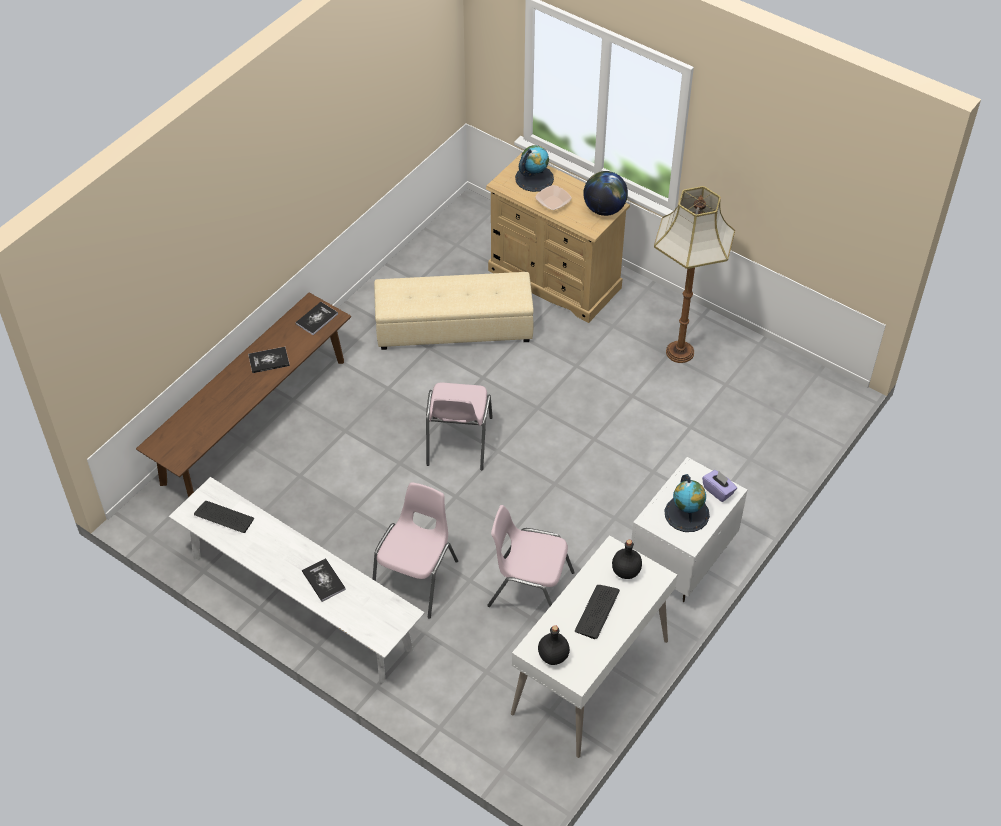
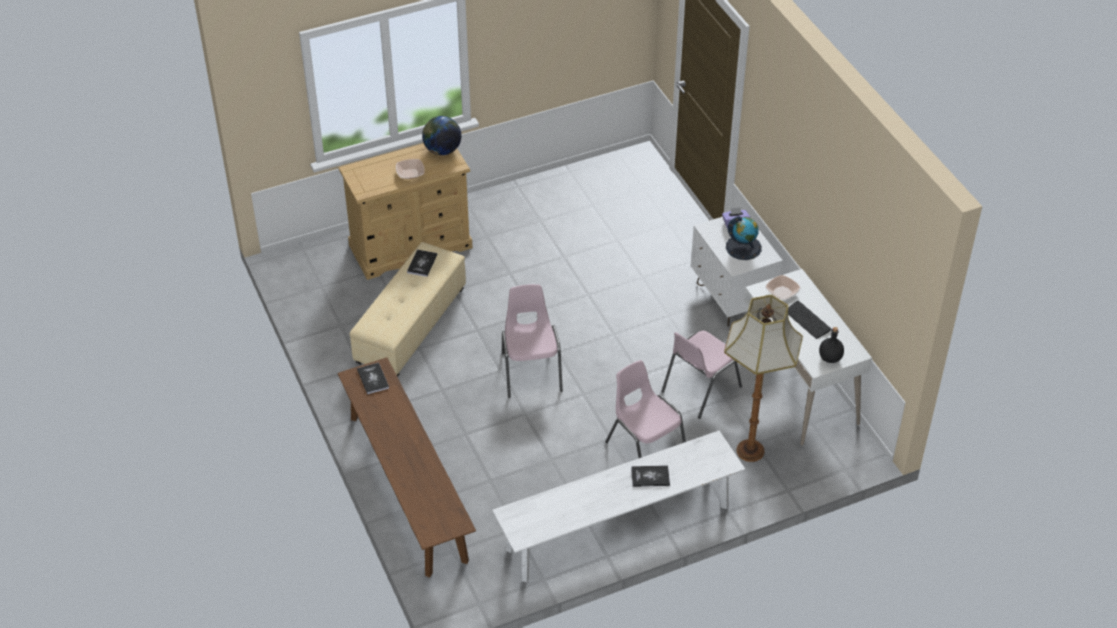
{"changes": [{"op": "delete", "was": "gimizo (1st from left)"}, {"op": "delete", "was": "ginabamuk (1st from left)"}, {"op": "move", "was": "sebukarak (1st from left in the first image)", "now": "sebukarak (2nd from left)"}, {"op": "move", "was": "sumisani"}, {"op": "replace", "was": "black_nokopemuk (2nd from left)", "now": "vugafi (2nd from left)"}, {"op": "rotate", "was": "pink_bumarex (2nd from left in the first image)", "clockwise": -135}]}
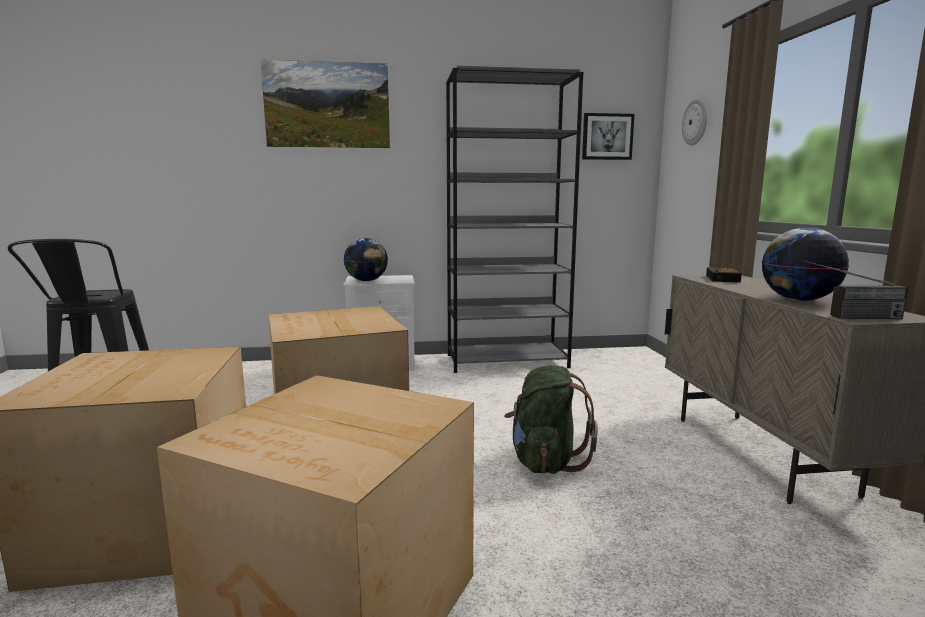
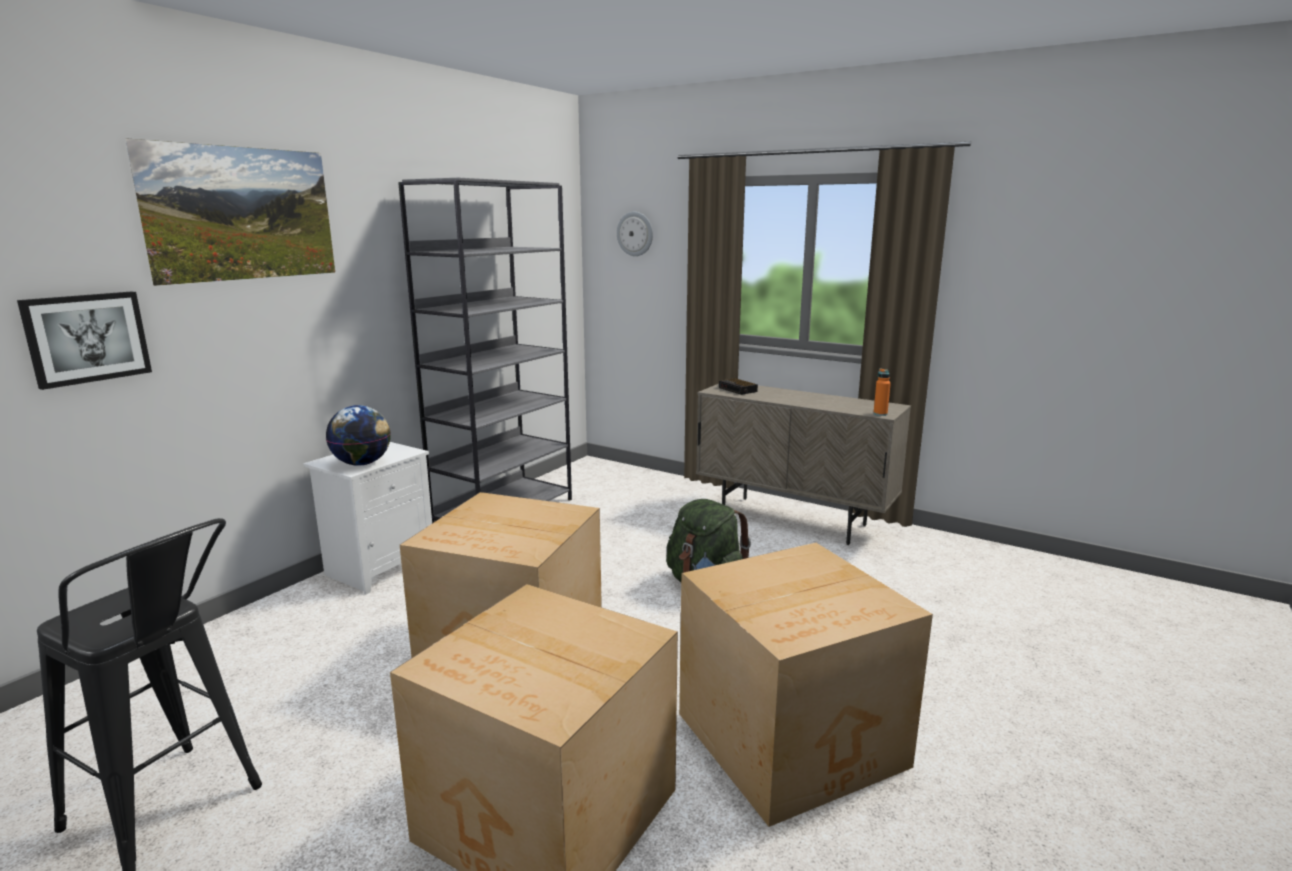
{"changes": [{"op": "delete", "was": "ginabamuk (2nd from left)"}, {"op": "move", "was": "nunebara (2nd from left in the first image)", "now": "nunebara (1st from left)"}, {"op": "replace", "was": "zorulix", "now": "orange_nokopemuk"}]}
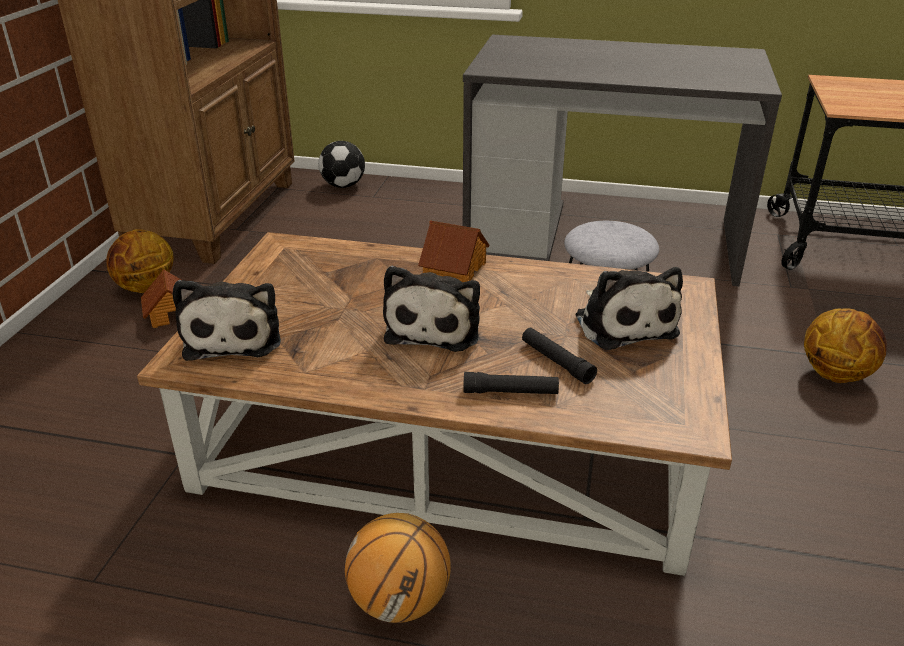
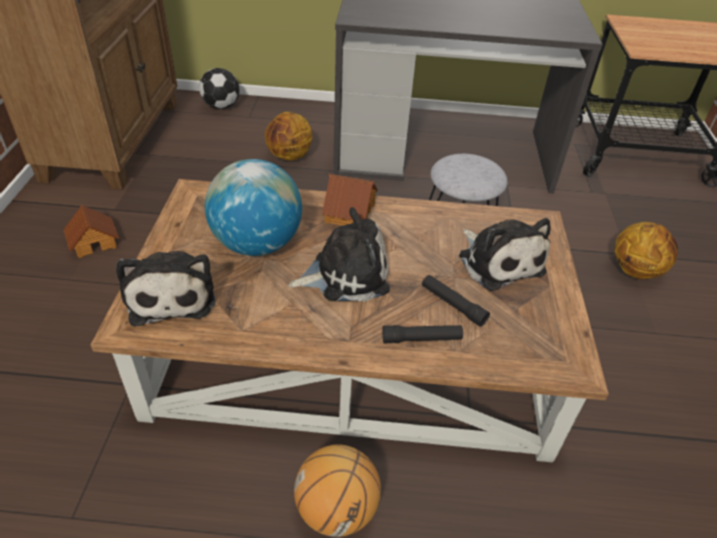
{"changes": [{"op": "insert", "now": "ginabamuk"}, {"op": "move", "was": "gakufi (1st from left)"}, {"op": "rotate", "was": "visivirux (2nd from left)", "clockwise": -105}]}
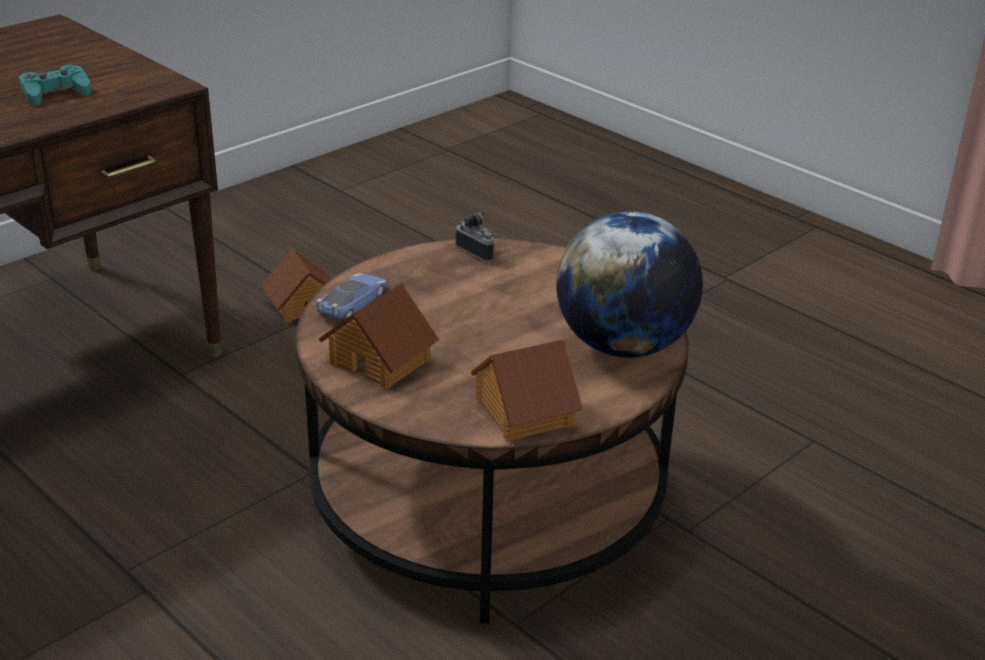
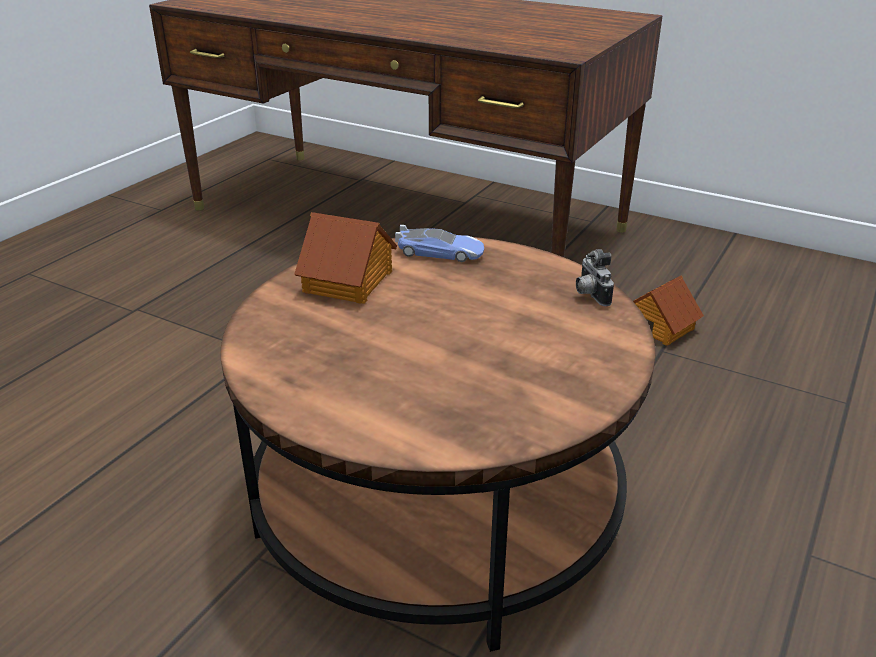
{"changes": [{"op": "delete", "was": "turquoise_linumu"}, {"op": "delete", "was": "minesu (3rd from left)"}, {"op": "delete", "was": "ginabamuk"}, {"op": "rotate", "was": "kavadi", "clockwise": 135}]}
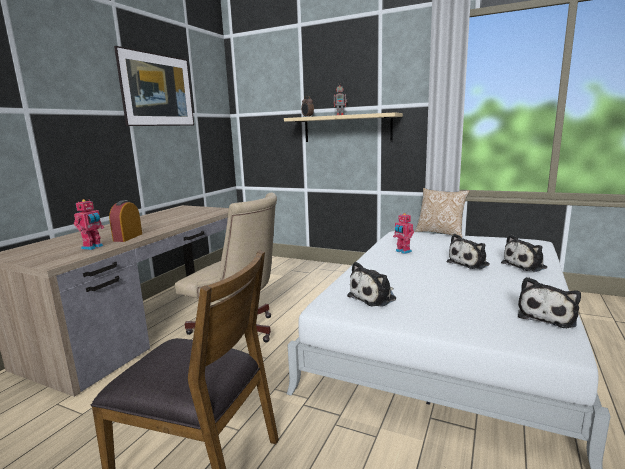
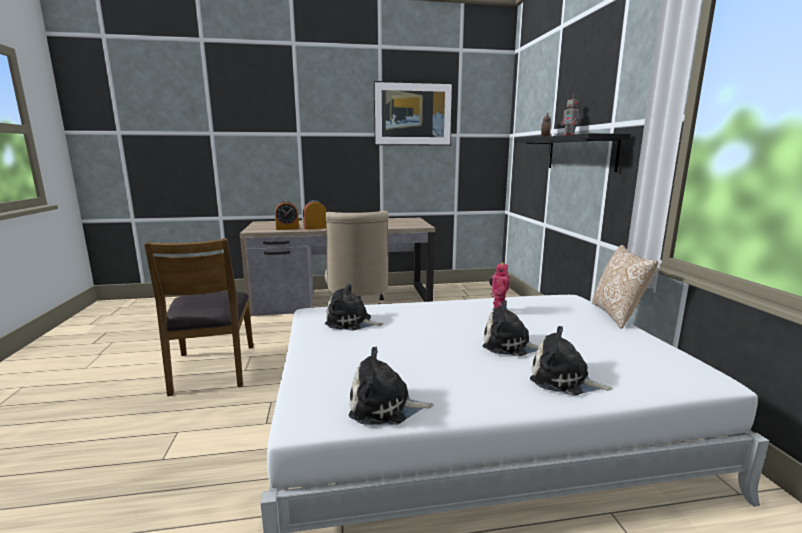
{"changes": [{"op": "replace", "was": "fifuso (1st from left)", "now": "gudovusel (1st from left)"}, {"op": "recolor", "was": "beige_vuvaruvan", "now": "black_vuvaruvan"}]}
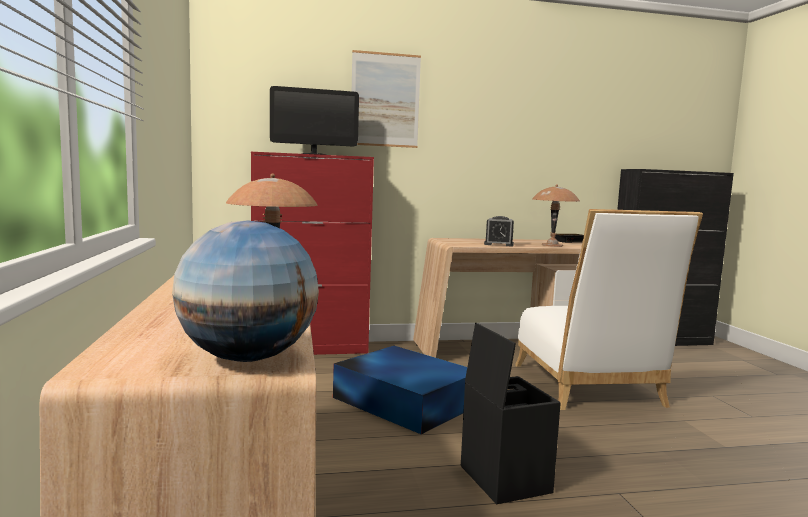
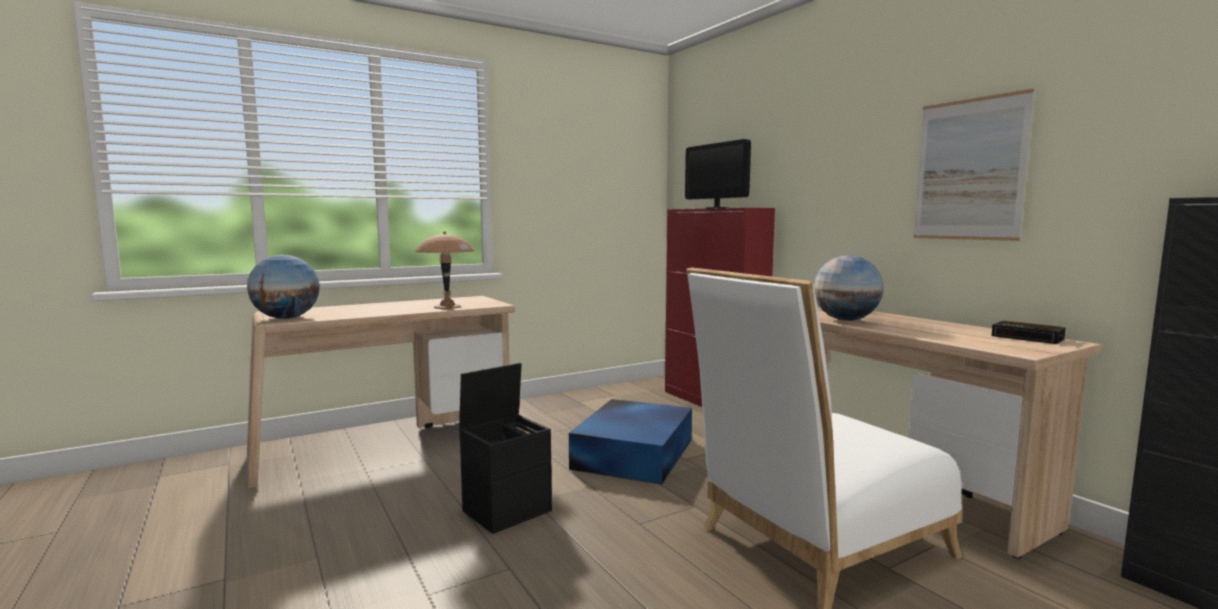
{"changes": [{"op": "delete", "was": "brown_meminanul (2nd from left)"}, {"op": "move", "was": "nunebara"}, {"op": "replace", "was": "gudovusel (1st from left)", "now": "ginabamuk (2nd from left)"}]}
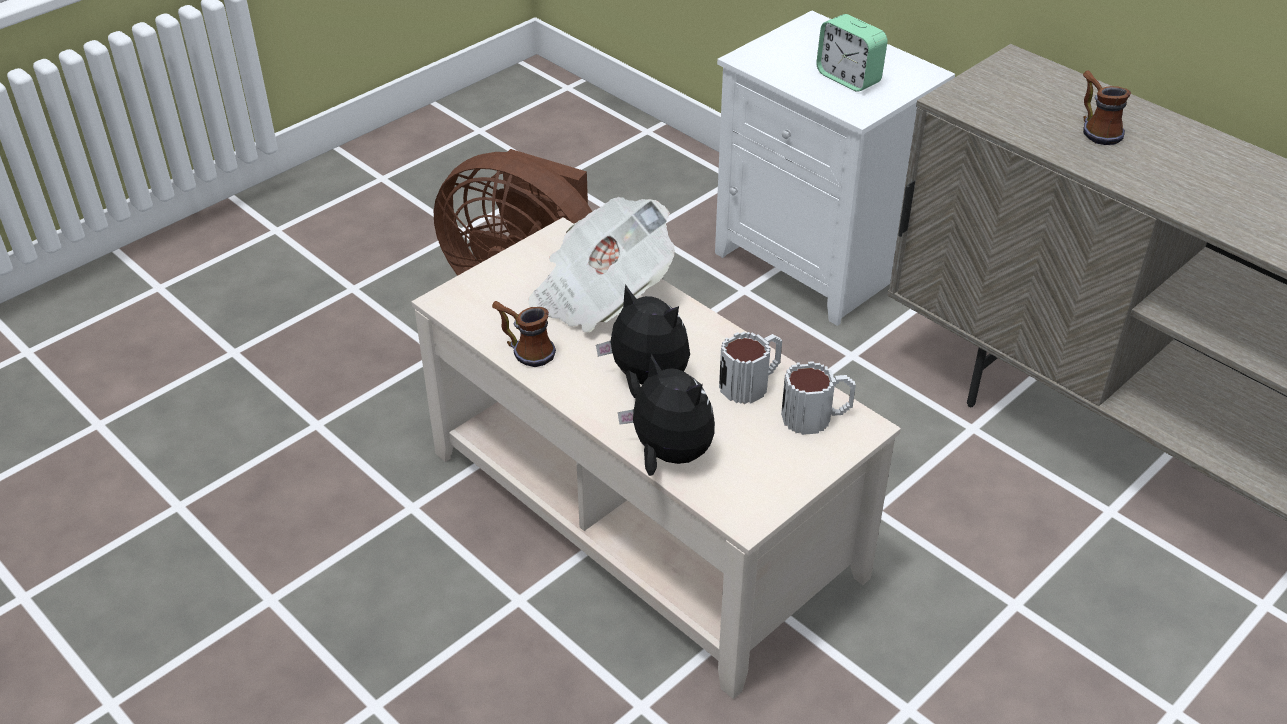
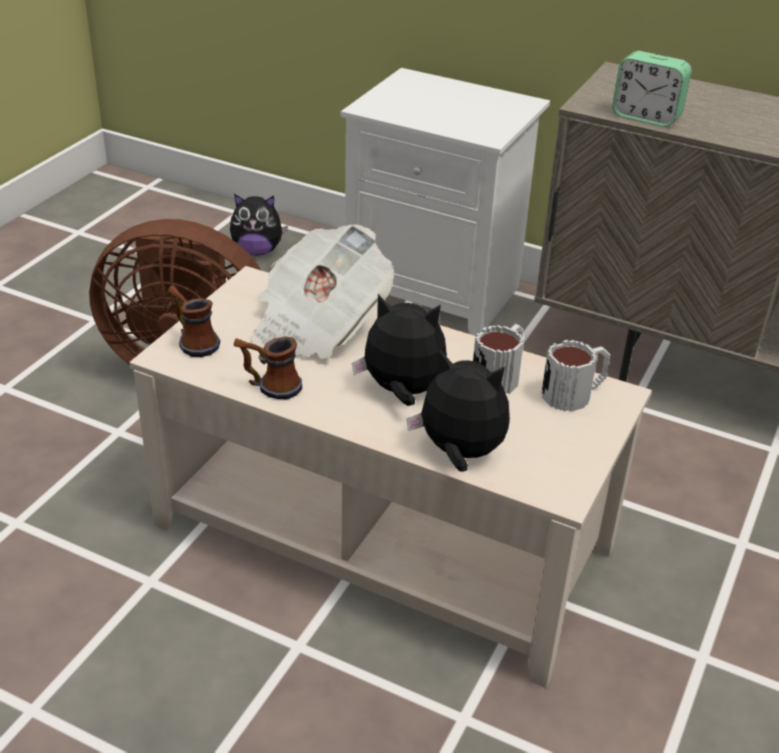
{"changes": [{"op": "insert", "now": "visivirux (1st from left)"}, {"op": "move", "was": "gudovusel"}, {"op": "move", "was": "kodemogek (4th from left in the first image)", "now": "kodemogek (1st from left)"}]}
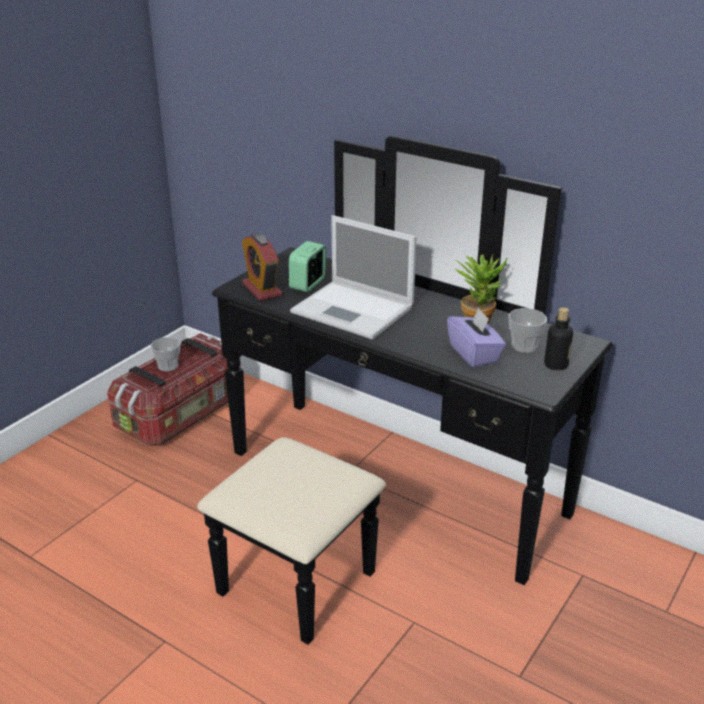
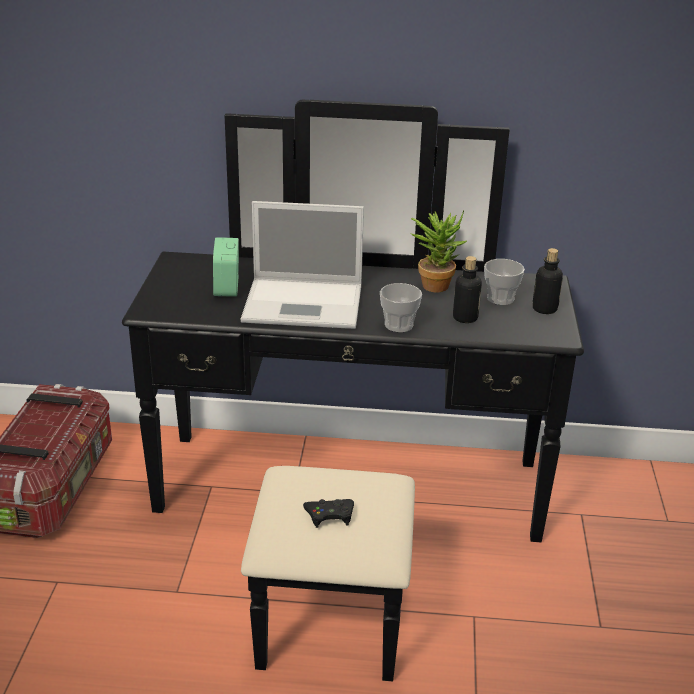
{"changes": [{"op": "delete", "was": "gudovusel (1st from left)"}, {"op": "insert", "now": "black_linumu"}, {"op": "move", "was": "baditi (1st from left)"}, {"op": "replace", "was": "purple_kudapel", "now": "nokopemuk (1st from left)"}]}
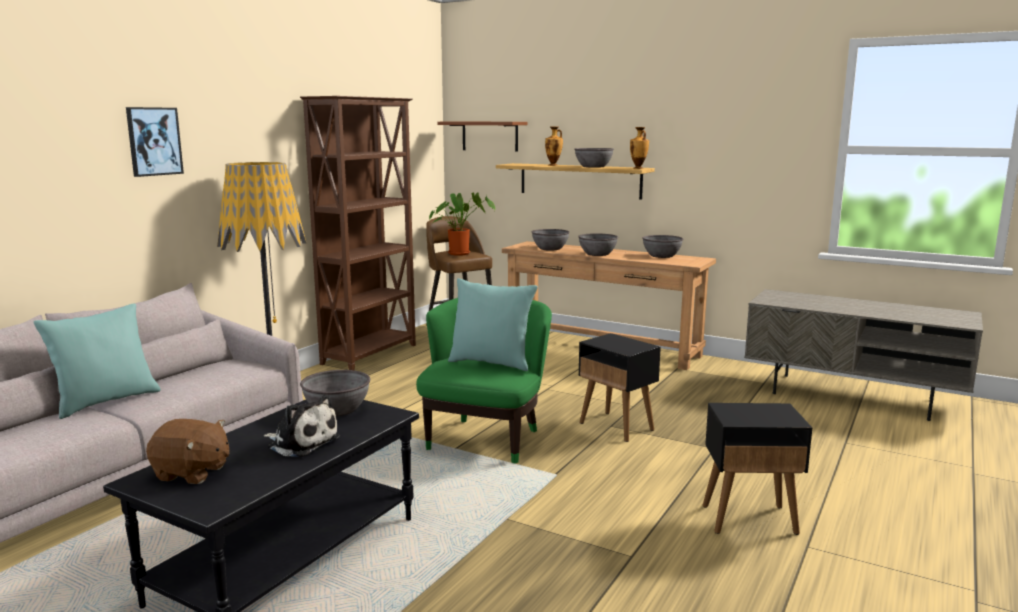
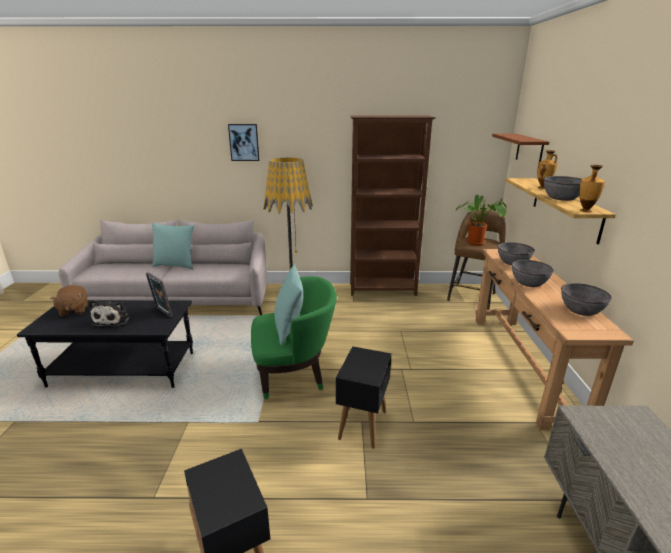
{"changes": [{"op": "replace", "was": "grey_vugafi (1st from left)", "now": "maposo"}]}
